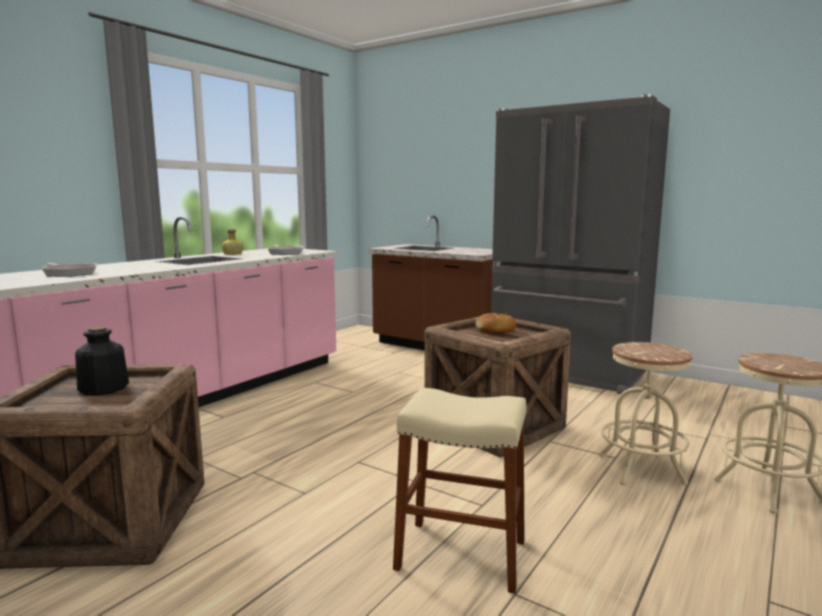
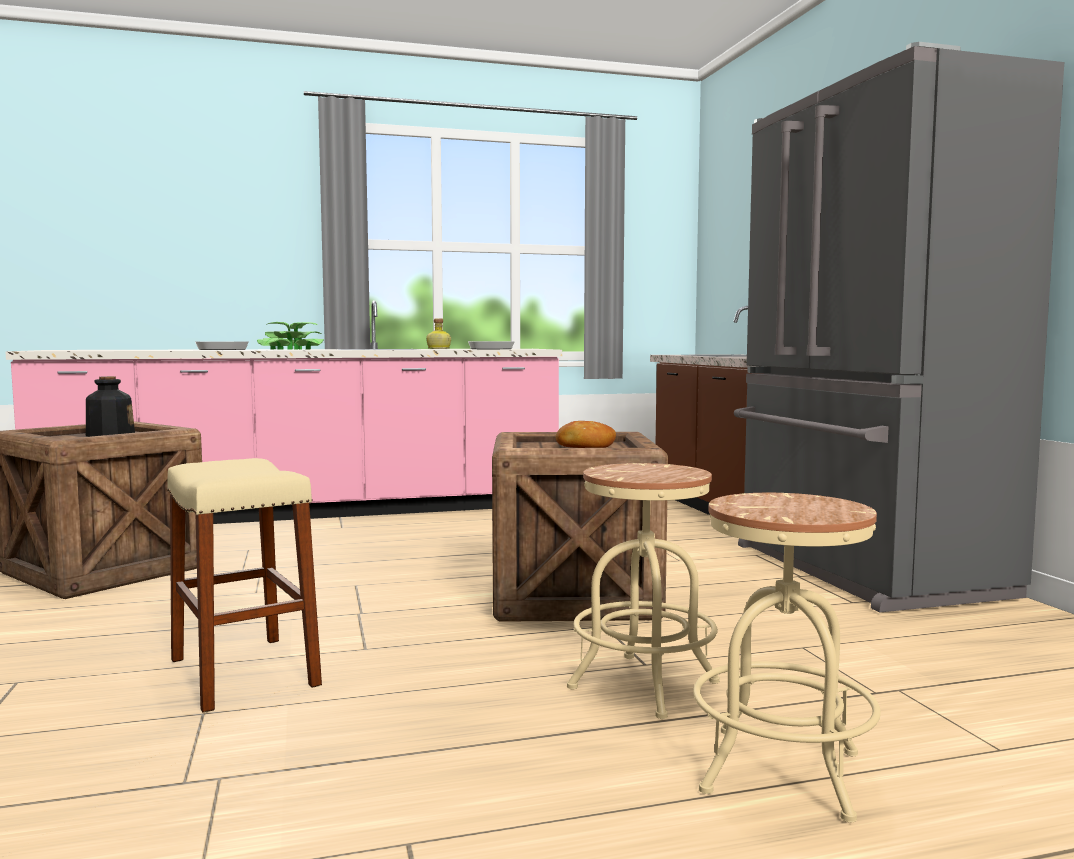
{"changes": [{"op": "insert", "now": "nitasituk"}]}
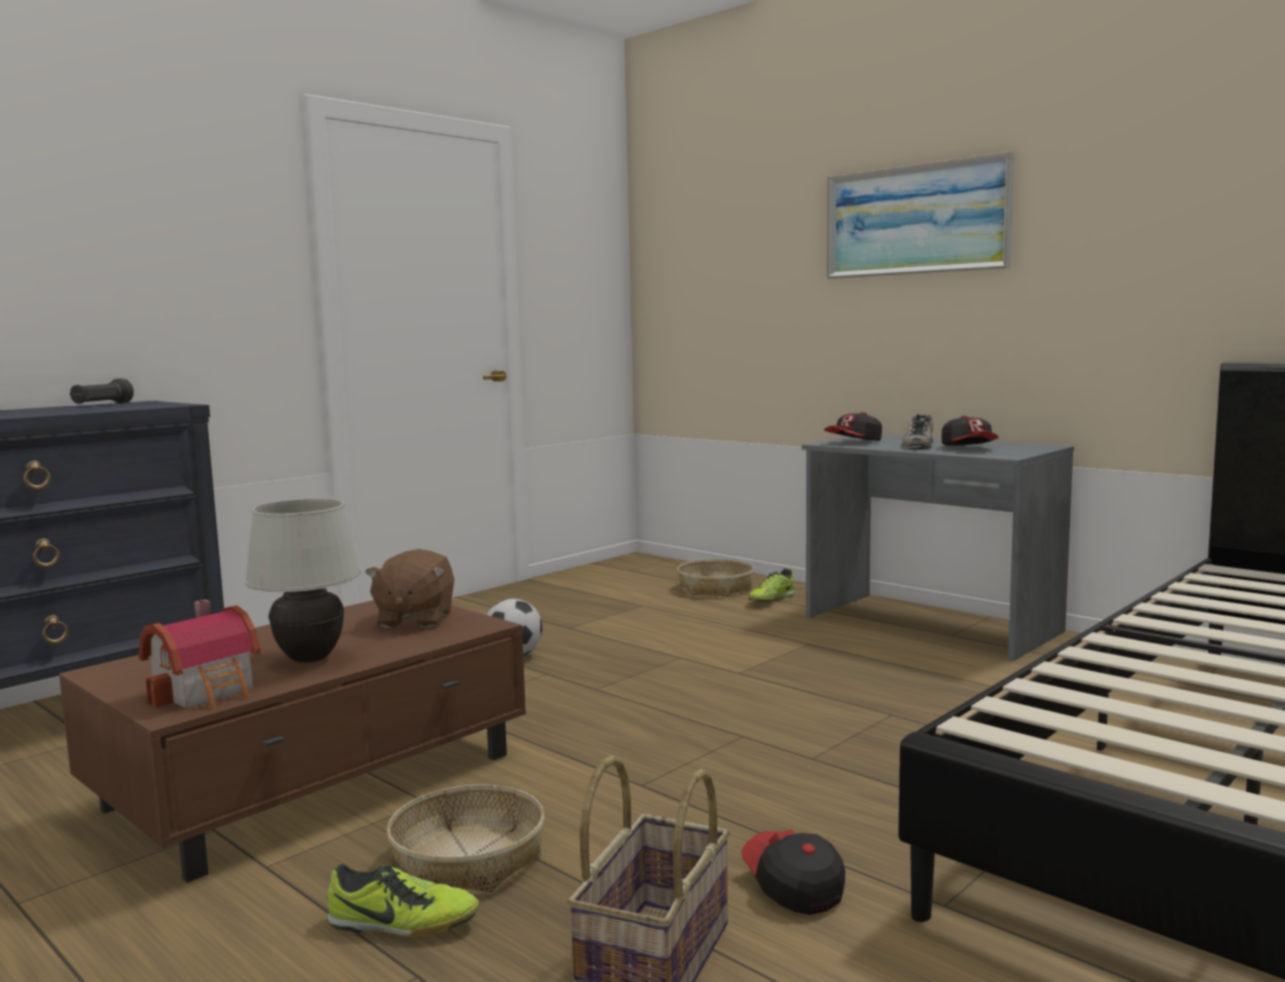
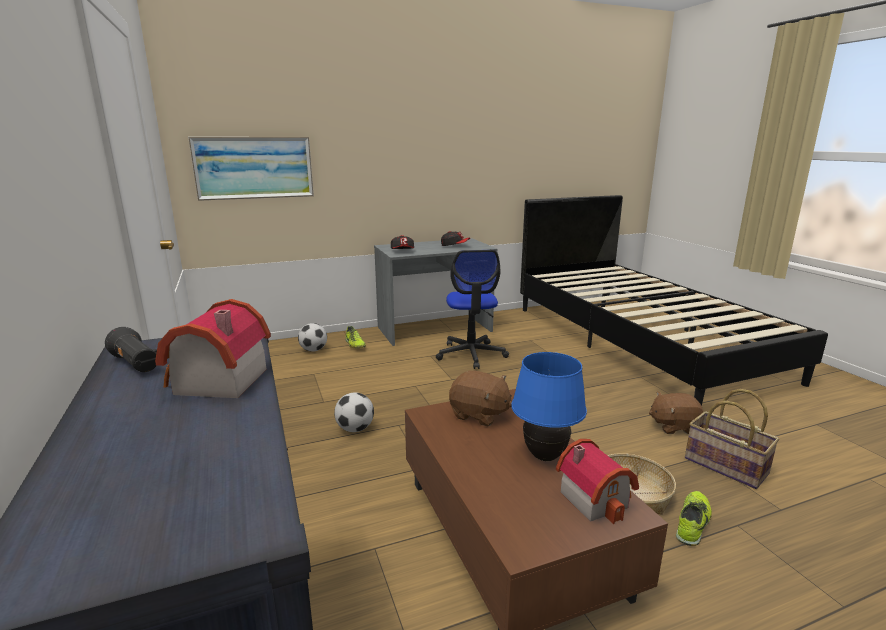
{"changes": [{"op": "delete", "was": "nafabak (3rd from left)"}, {"op": "insert", "now": "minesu (1st from left)"}, {"op": "insert", "now": "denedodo"}, {"op": "move", "was": "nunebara"}, {"op": "replace", "was": "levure (3rd from left)", "now": "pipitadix (1st from left)"}, {"op": "replace", "was": "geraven (1st from left)", "now": "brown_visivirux (2nd from left)"}, {"op": "recolor", "was": "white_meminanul", "now": "blue_meminanul"}]}
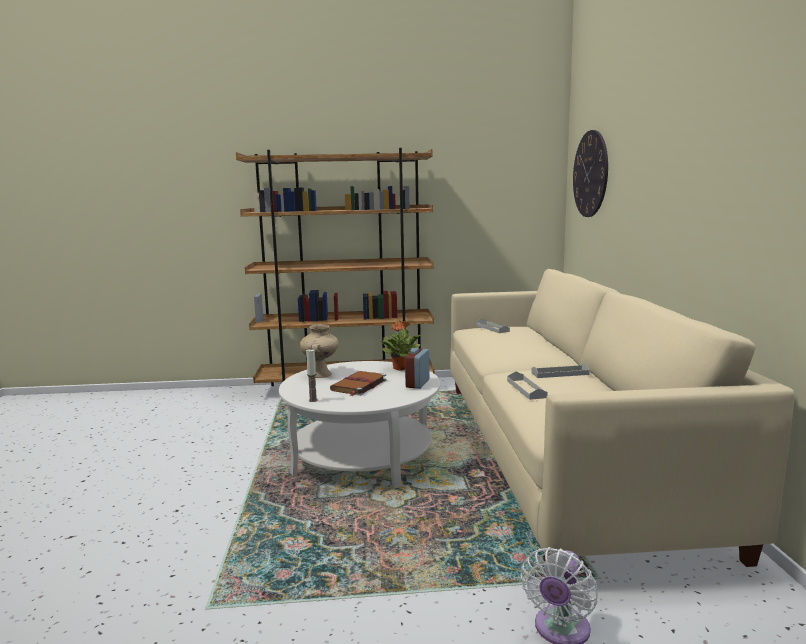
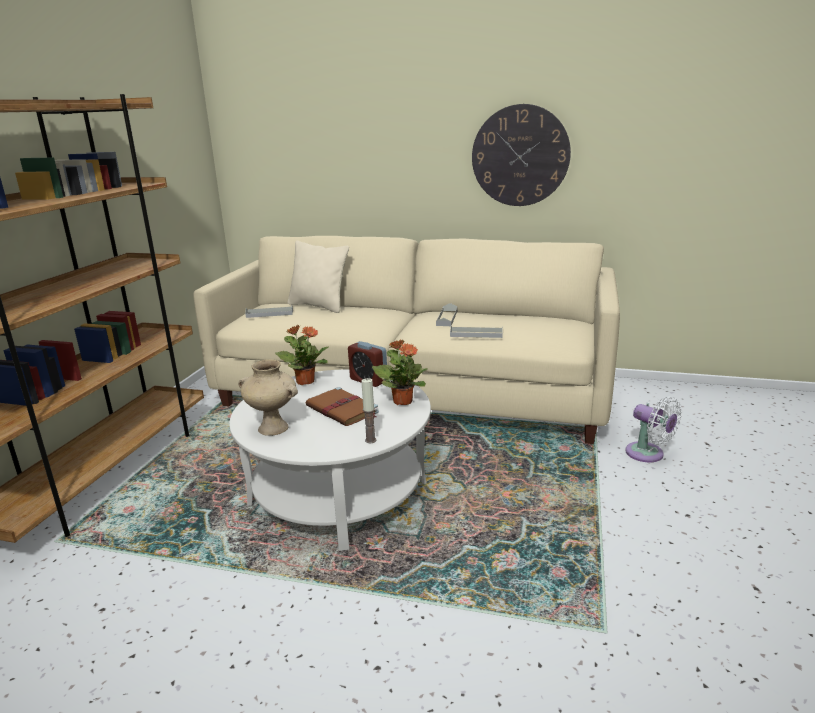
{"changes": [{"op": "insert", "now": "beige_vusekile"}, {"op": "insert", "now": "nitasituk (2nd from left)"}, {"op": "move", "was": "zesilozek"}]}
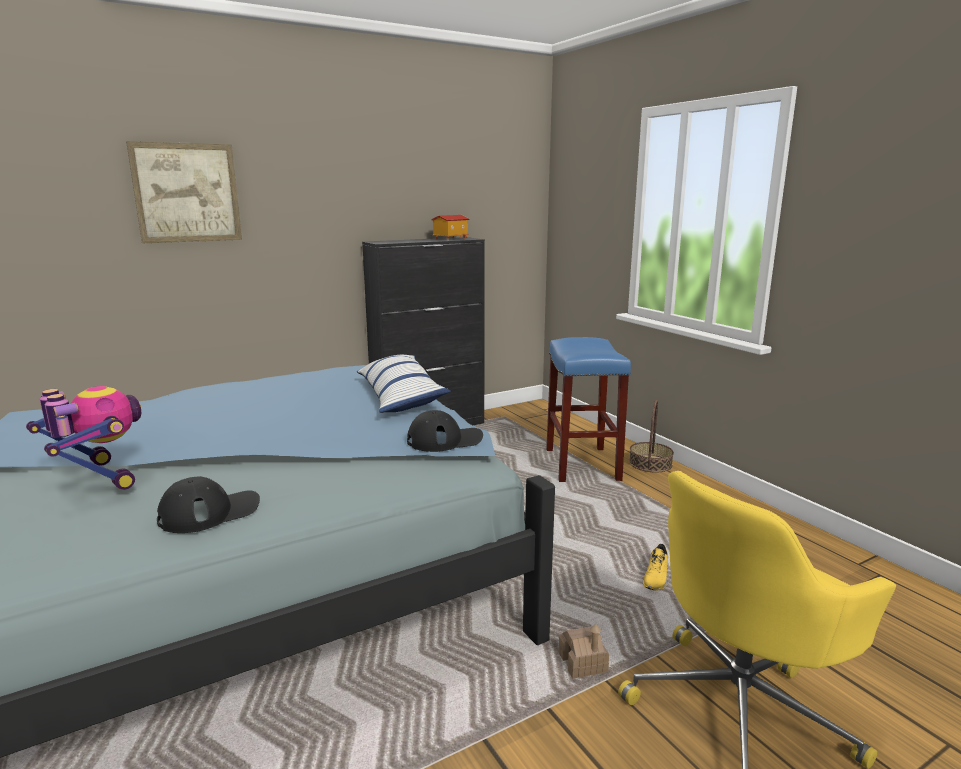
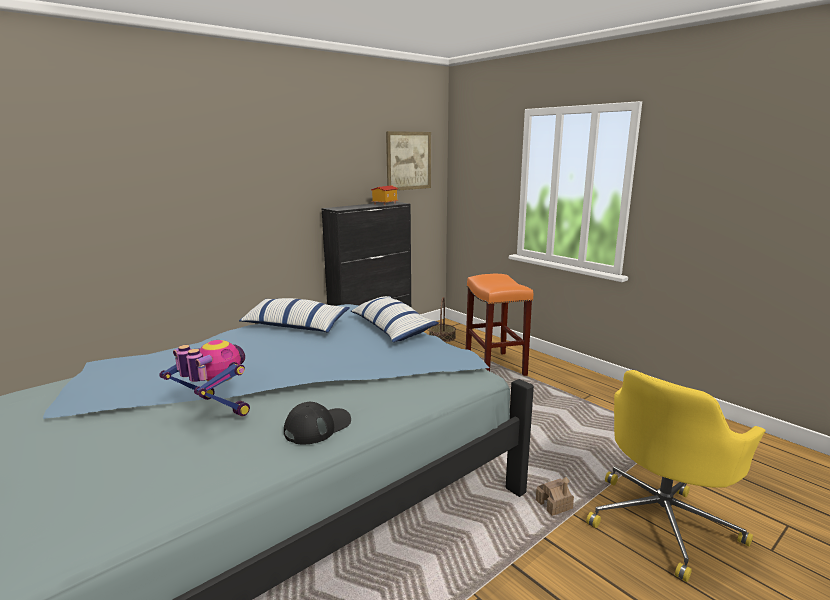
{"changes": [{"op": "delete", "was": "black_geraven (2nd from left)"}, {"op": "delete", "was": "yellow_nafabak"}, {"op": "insert", "now": "vusekile (1st from left)"}, {"op": "move", "was": "nunebara"}, {"op": "move", "was": "levure"}, {"op": "recolor", "was": "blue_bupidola", "now": "orange_bupidola"}]}
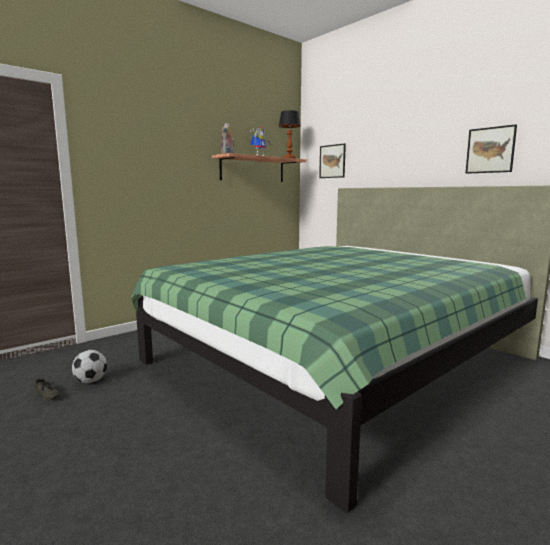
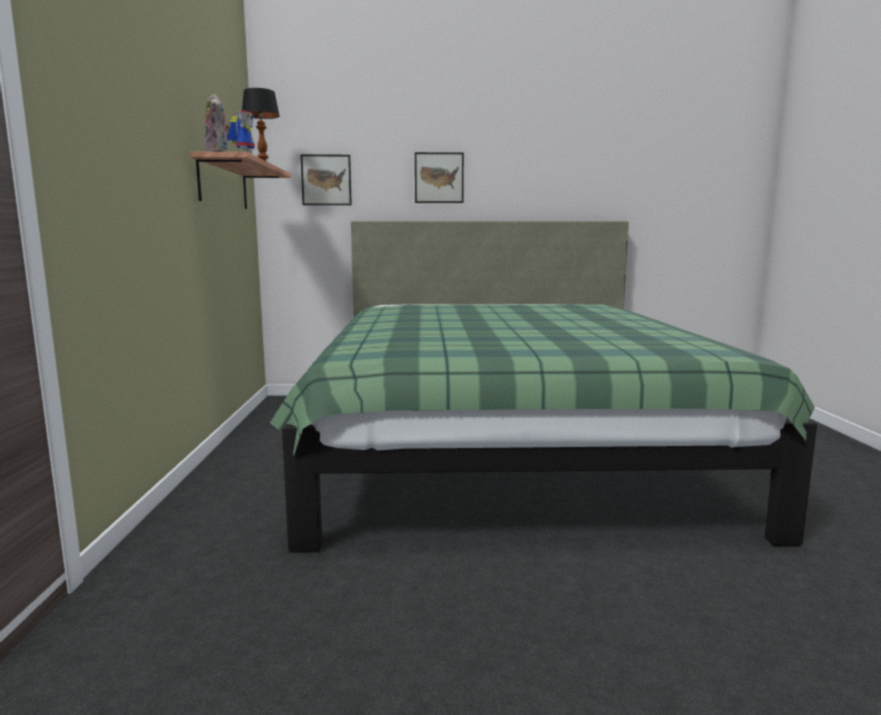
{"changes": [{"op": "delete", "was": "grey_nafabak"}, {"op": "delete", "was": "pipitadix"}, {"op": "move", "was": "nunebara (2nd from left)"}]}
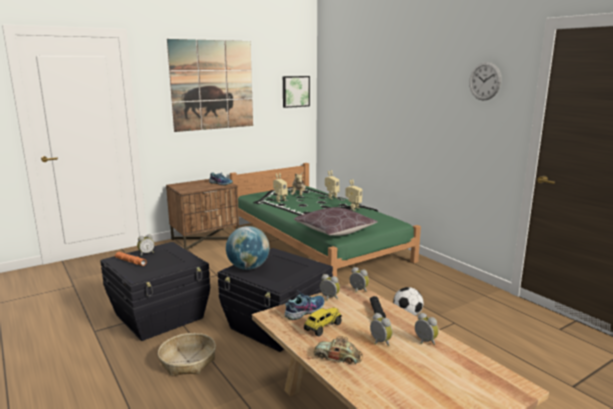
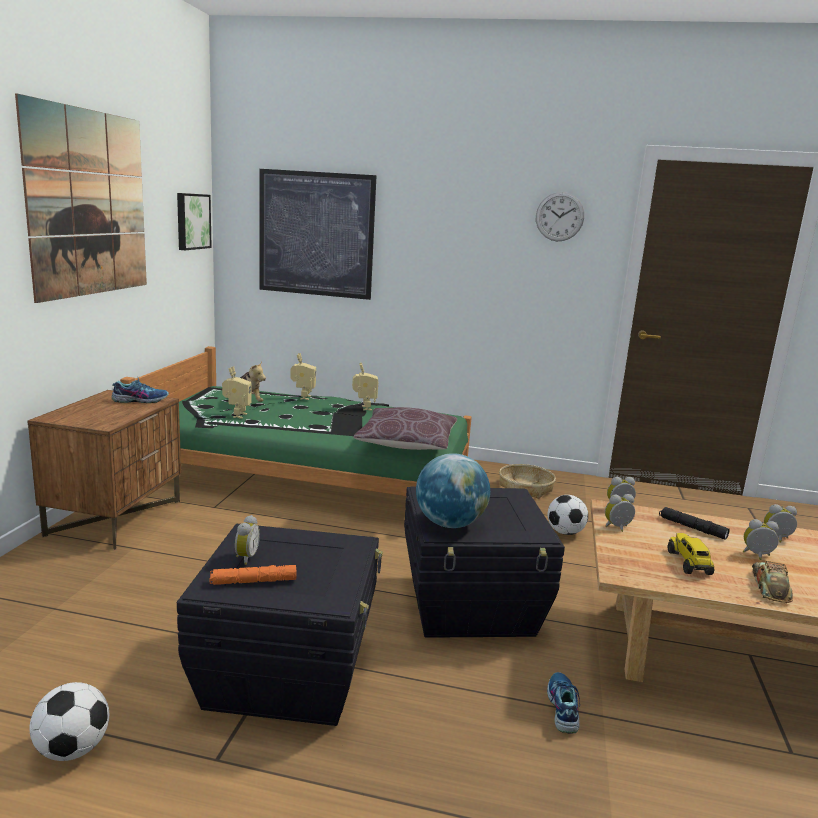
{"changes": [{"op": "insert", "now": "pipitadix (1st from left)"}, {"op": "insert", "now": "nunebara (3rd from left)"}, {"op": "move", "was": "levure"}, {"op": "move", "was": "nafabak (2nd from left)"}, {"op": "rotate", "was": "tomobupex", "clockwise": 135}]}
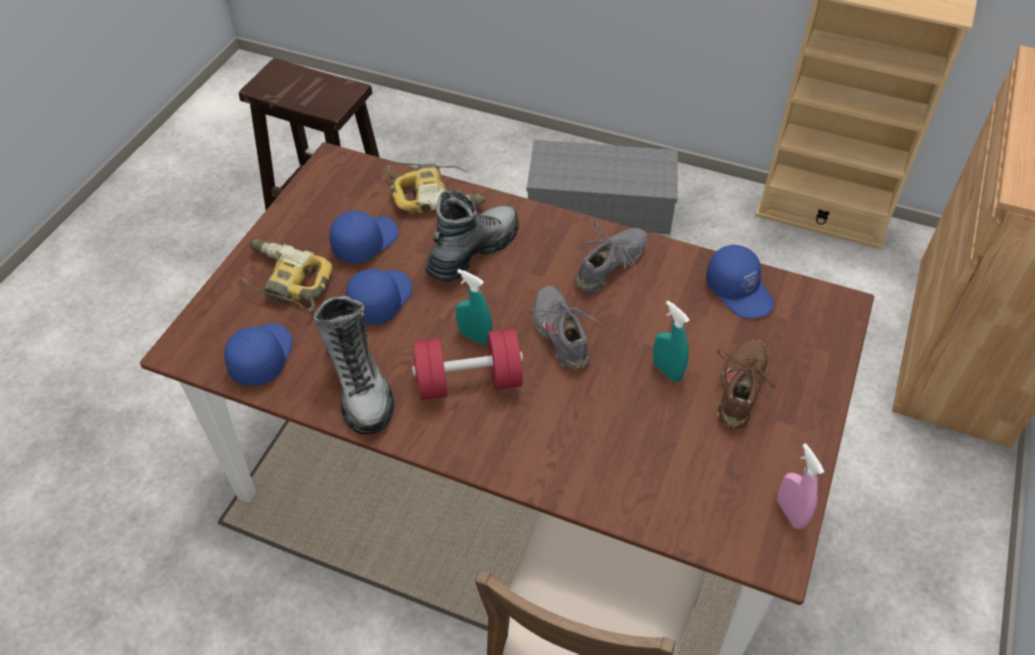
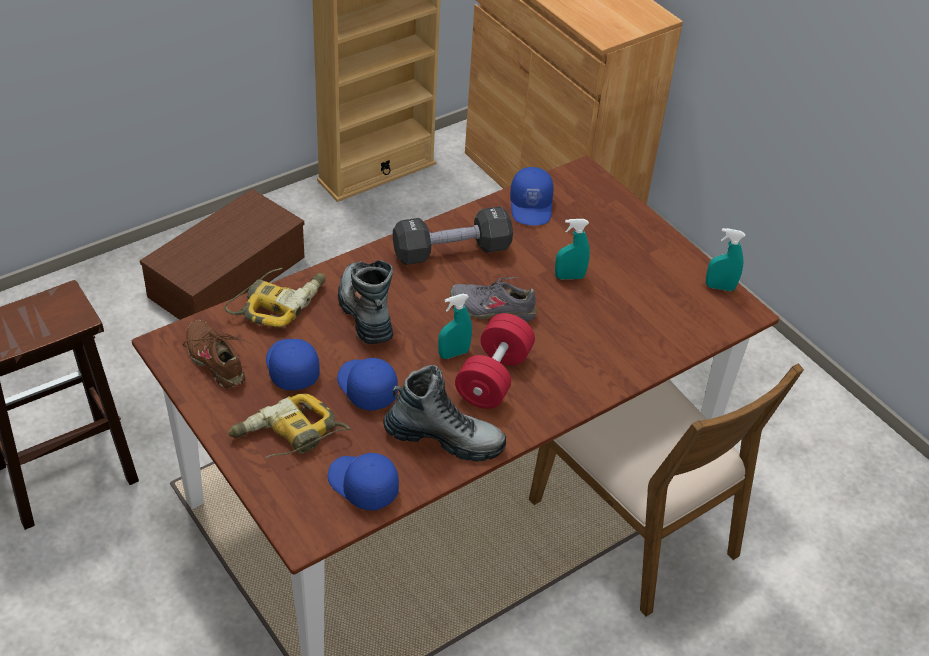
{"changes": [{"op": "move", "was": "brown_nafabak"}, {"op": "replace", "was": "grey_nafabak (2nd from left)", "now": "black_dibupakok"}, {"op": "recolor", "was": "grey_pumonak", "now": "brown_pumonak"}, {"op": "recolor", "was": "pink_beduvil", "now": "turquoise_beduvil (3rd from left)"}, {"op": "rotate", "was": "blue_geraven (4th from left)", "clockwise": 90}]}
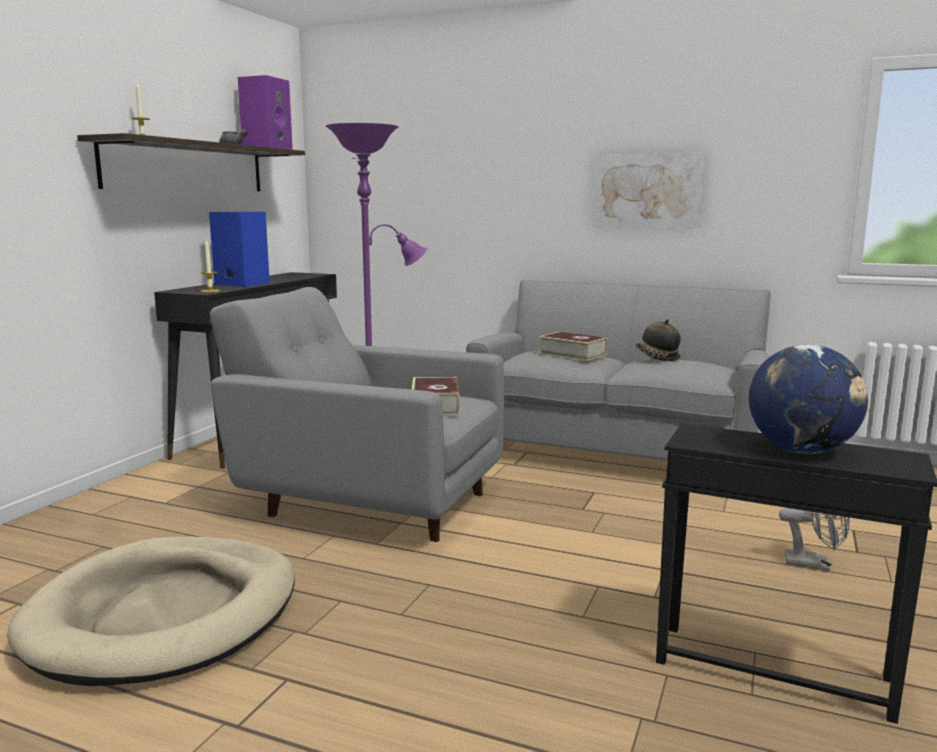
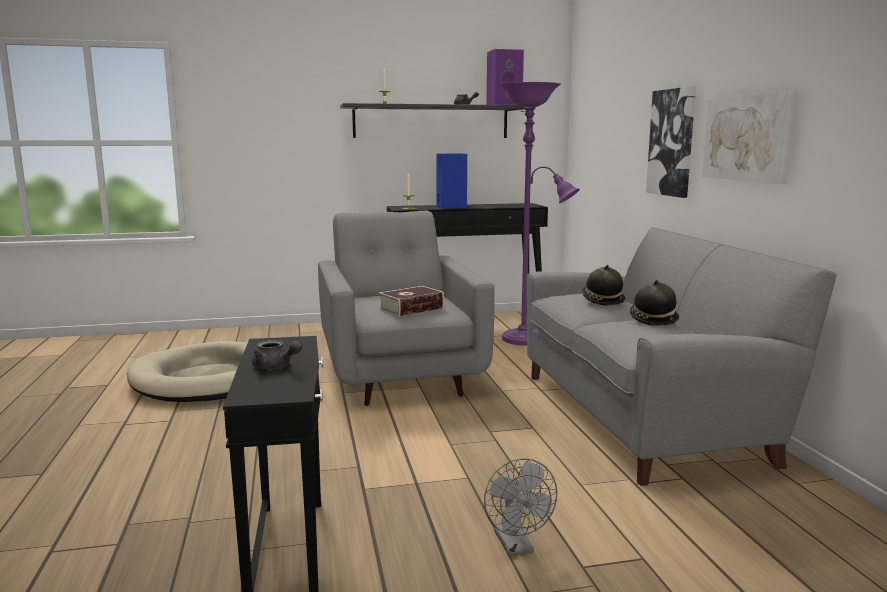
{"changes": [{"op": "insert", "now": "nunebara (1st from left)"}, {"op": "replace", "was": "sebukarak (2nd from left)", "now": "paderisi (1st from left)"}, {"op": "replace", "was": "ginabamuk", "now": "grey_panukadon (1st from left)"}]}
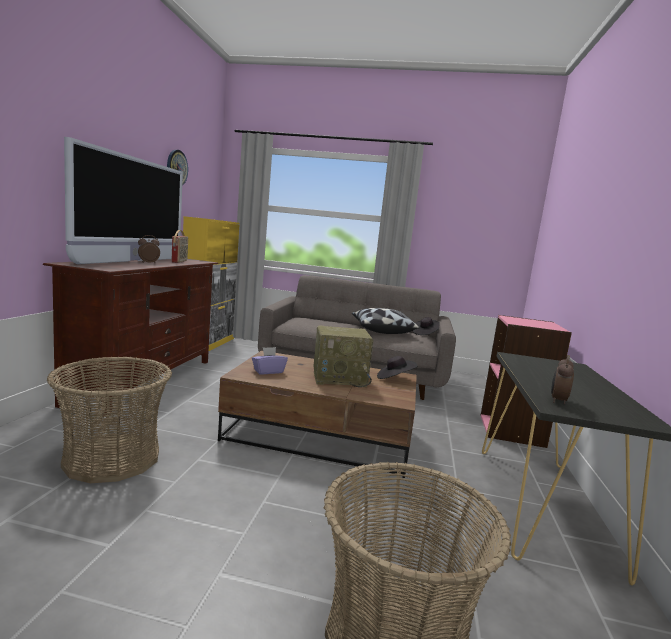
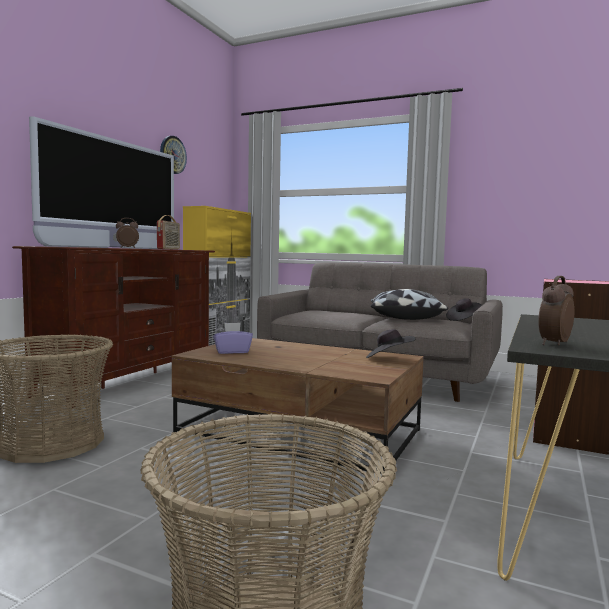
{"changes": [{"op": "delete", "was": "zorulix (2nd from left)"}]}
